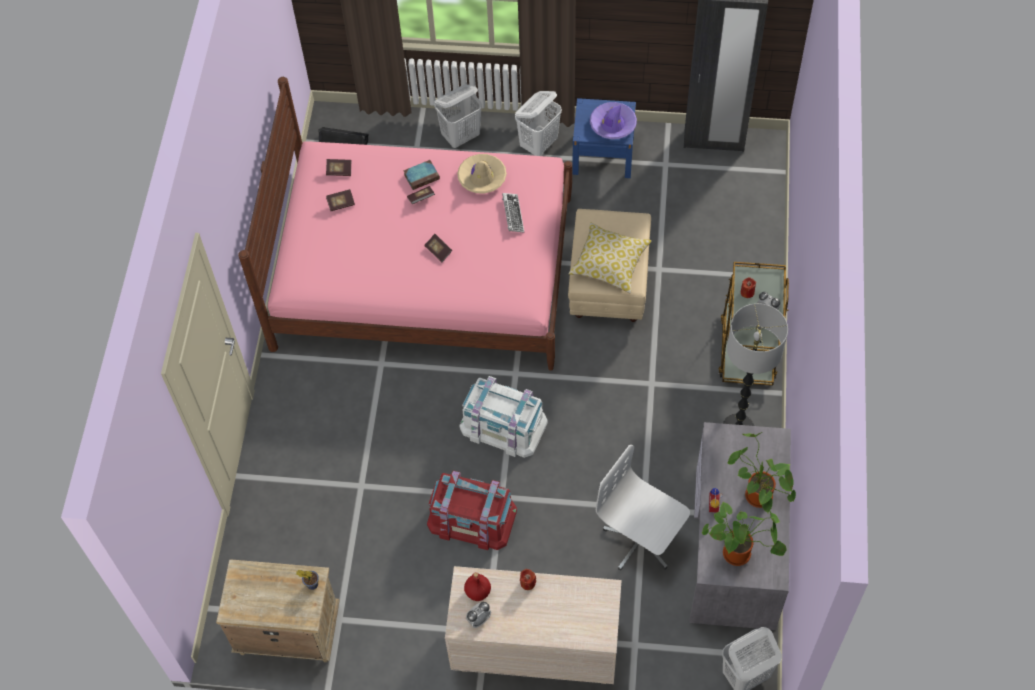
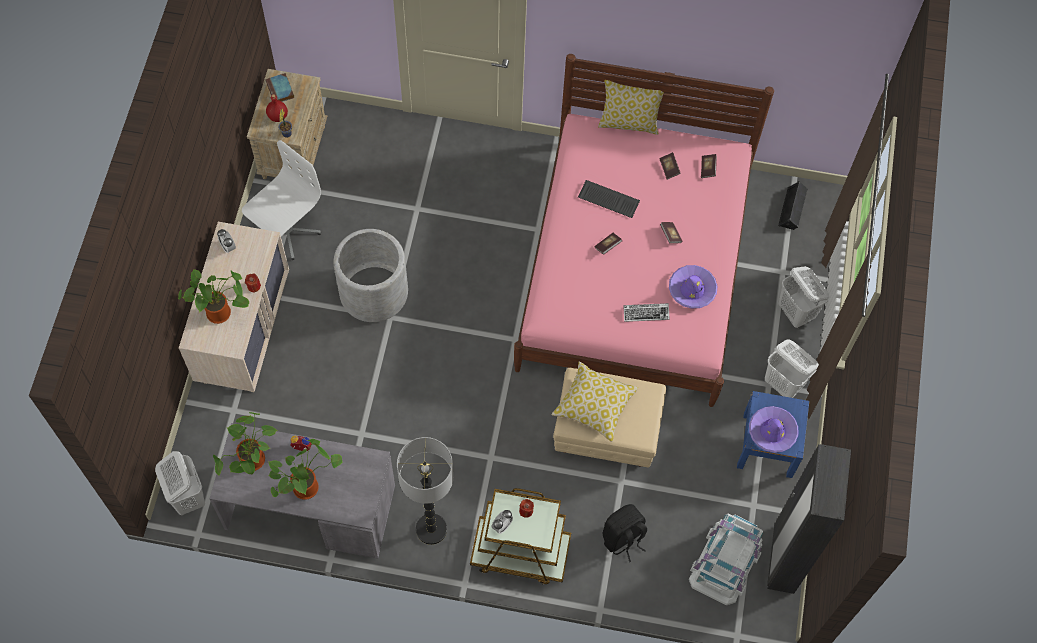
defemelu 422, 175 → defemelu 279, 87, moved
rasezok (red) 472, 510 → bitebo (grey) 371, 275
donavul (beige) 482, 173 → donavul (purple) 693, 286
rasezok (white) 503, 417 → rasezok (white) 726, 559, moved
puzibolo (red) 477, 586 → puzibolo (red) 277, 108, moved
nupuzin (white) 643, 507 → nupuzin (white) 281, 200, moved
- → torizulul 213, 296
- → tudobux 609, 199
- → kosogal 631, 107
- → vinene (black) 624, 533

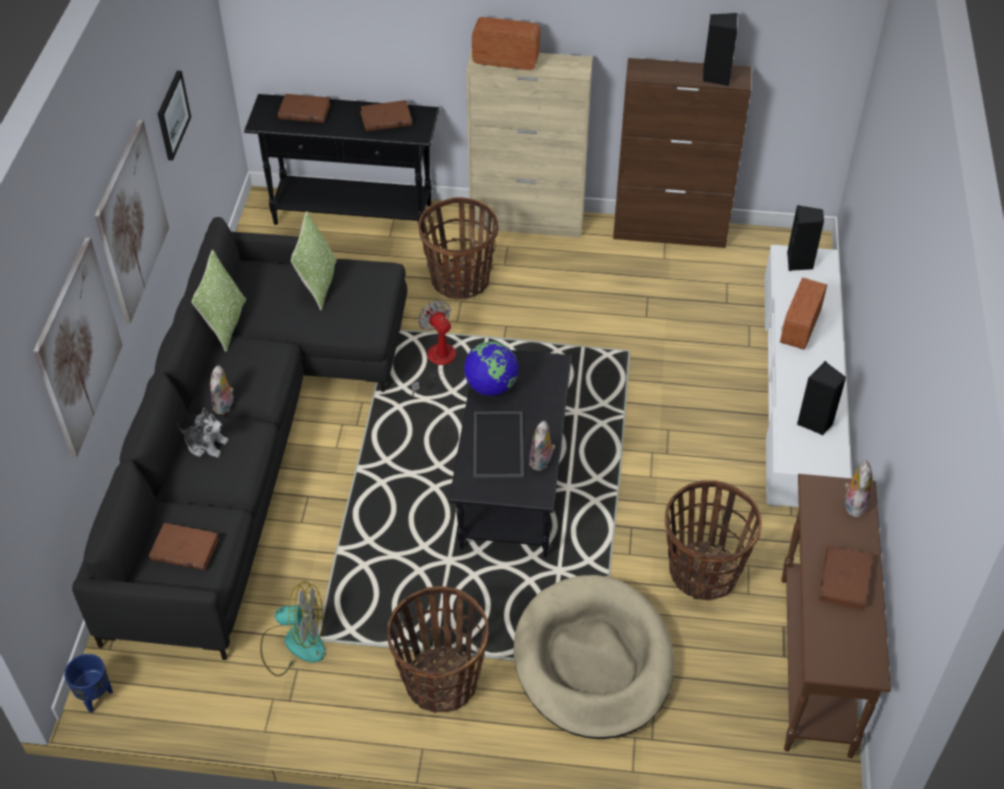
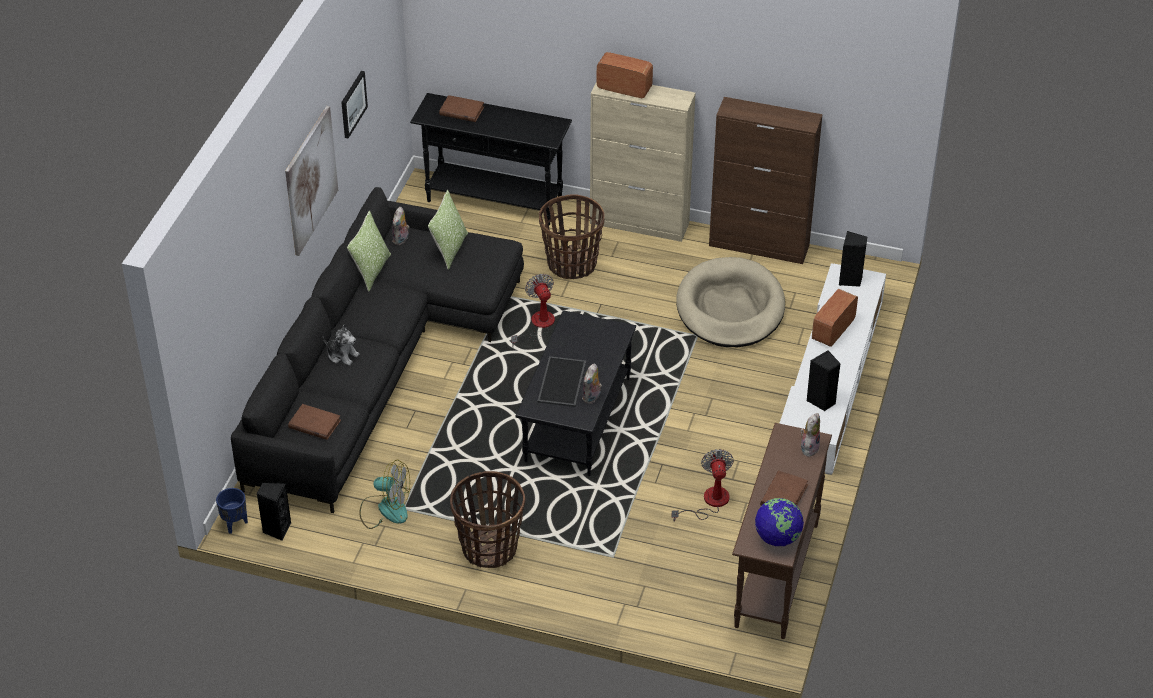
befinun 78, 347 → -
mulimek 222, 390 → mulimek 400, 226, moved
defemelu (brown) 386, 115 → -
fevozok 491, 368 → fevozok 779, 522, moved
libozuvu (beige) 593, 657 → libozuvu (beige) 730, 302, moved
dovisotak 713, 541 → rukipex 702, 485
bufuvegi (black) 720, 49 → bufuvegi (black) 274, 511, moved

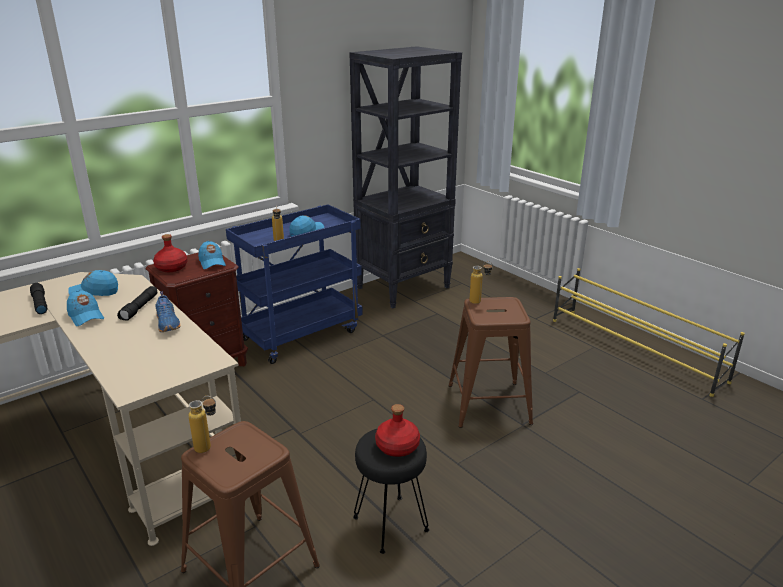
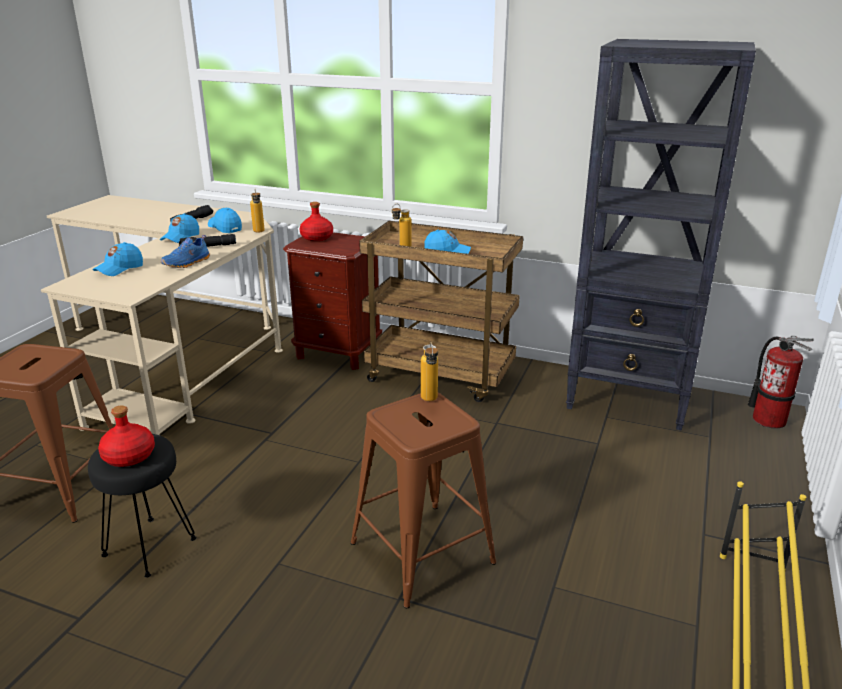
puzibolo 202, 424 → puzibolo 257, 211, moved
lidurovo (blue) 212, 255 → lidurovo (blue) 118, 259, moved
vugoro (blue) 294, 284 → vugoro (brown) 441, 311
- → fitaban 781, 382

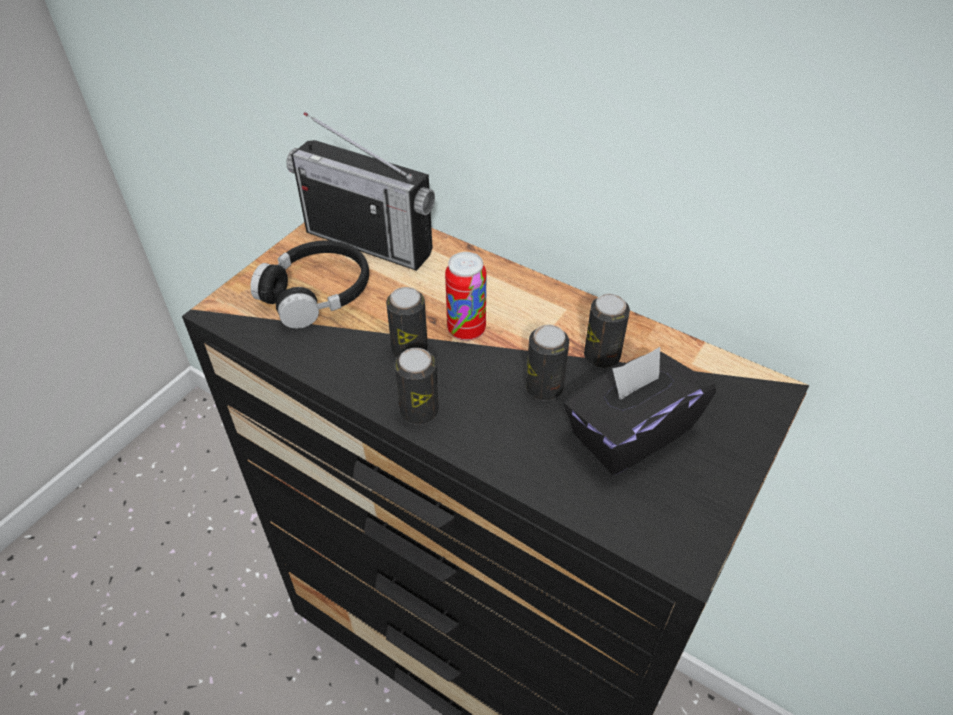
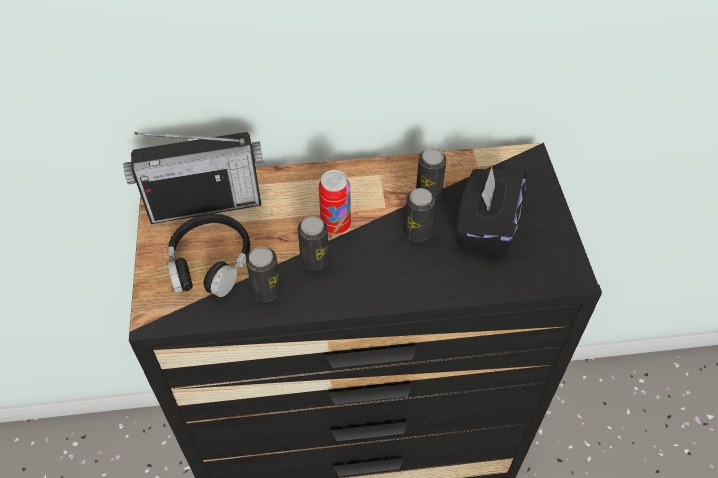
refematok 417, 386 → refematok 263, 274, moved

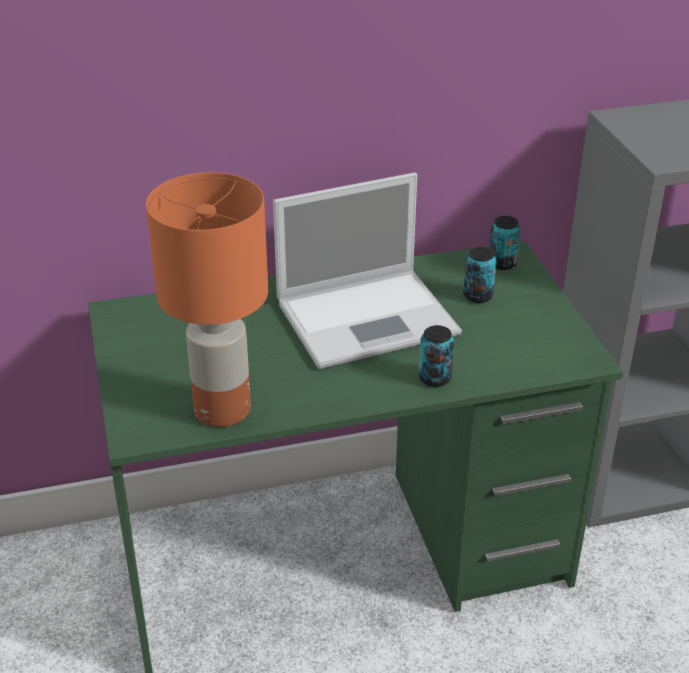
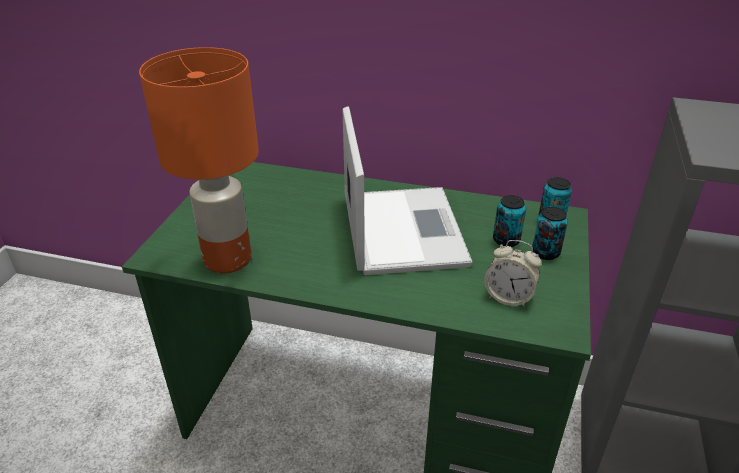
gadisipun 367, 271 → gadisipun 407, 191, 105 degrees counterclockwise
refematok 436, 356 → refematok 550, 233, moved
- → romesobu 513, 274

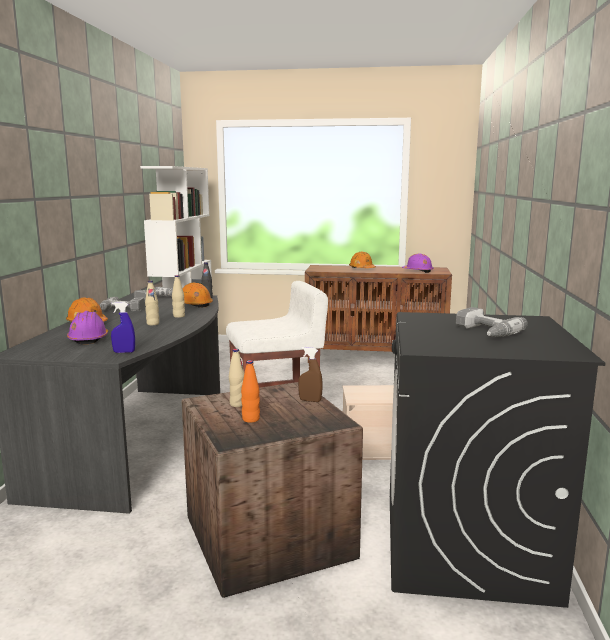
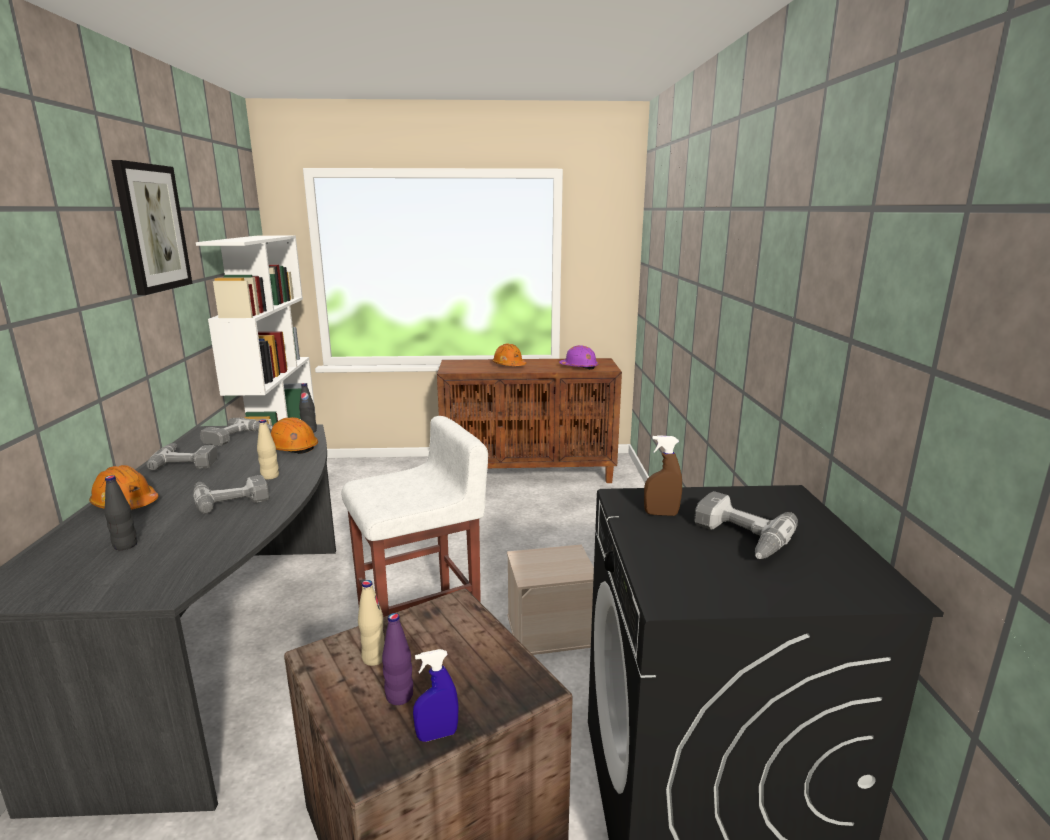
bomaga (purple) 87, 328 → puzibolo (black) 120, 512
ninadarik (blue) 123, 327 → ninadarik (blue) 436, 695, moved
puzibolo (beige) 152, 303 → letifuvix 231, 494
puzibolo (orange) 250, 391 → puzibolo (purple) 397, 659
ninadarik (brown) 310, 374 → ninadarik (brown) 663, 475, moved
- → befinun 152, 227

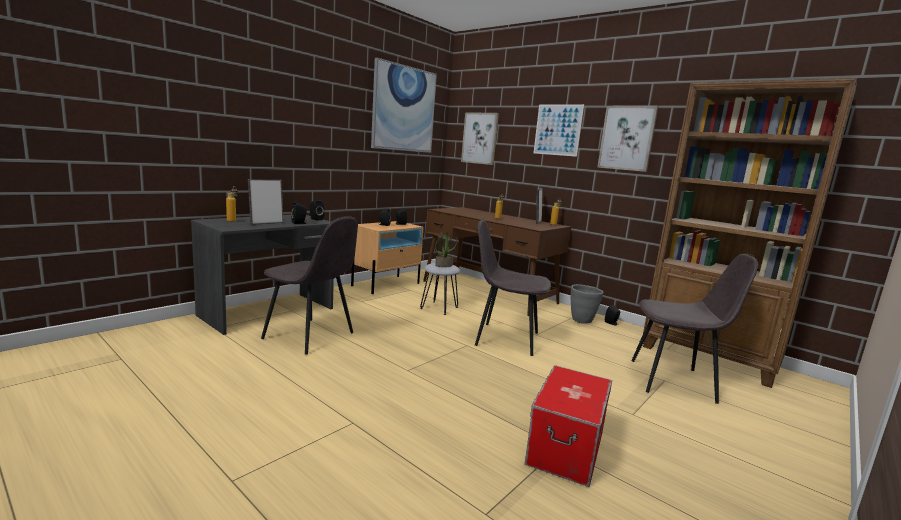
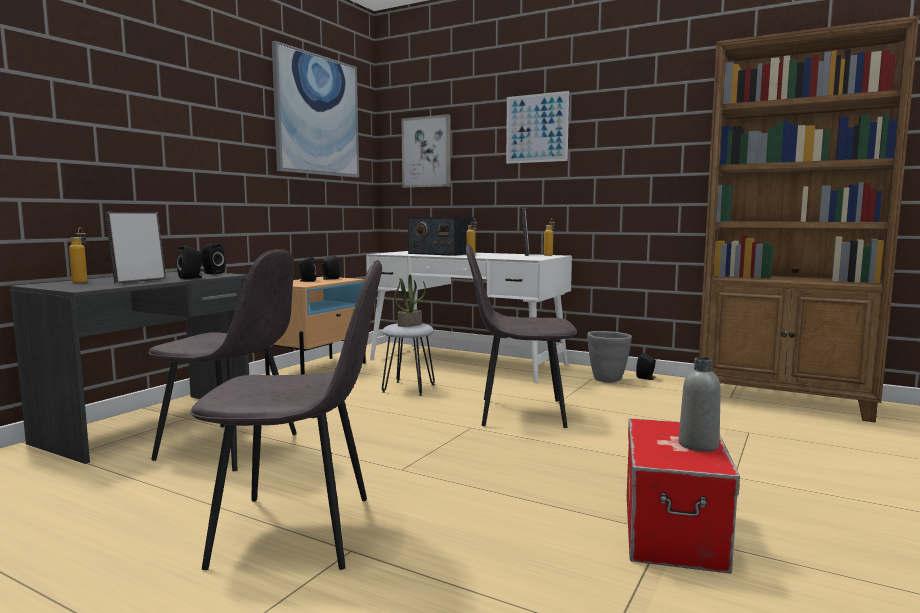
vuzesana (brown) 497, 261 → vuzesana (white) 469, 317
befinun 628, 139 → -
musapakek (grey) 695, 328 → musapakek (grey) 286, 415, moved
- → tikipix 441, 236
- → puzibolo (grey) 700, 404

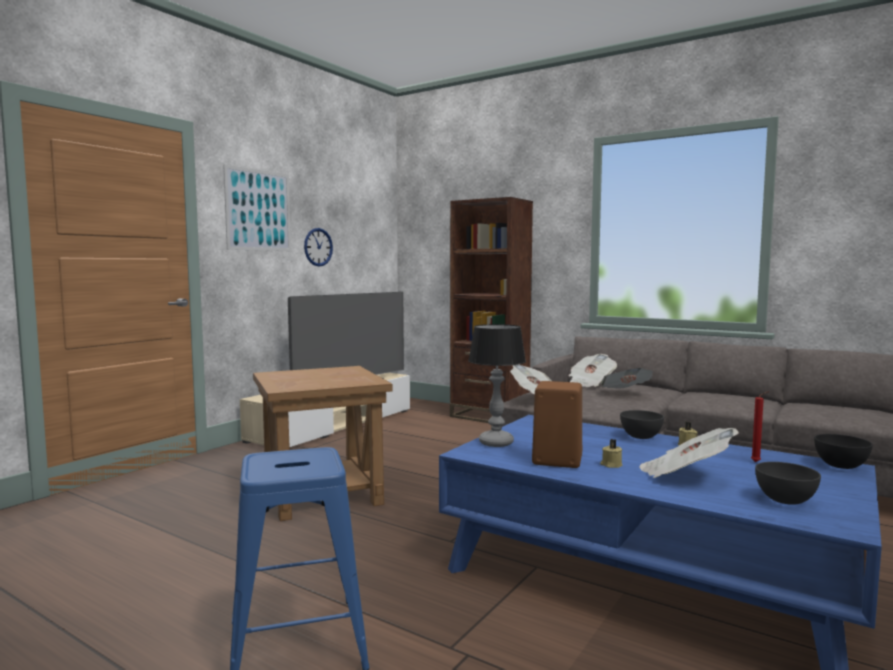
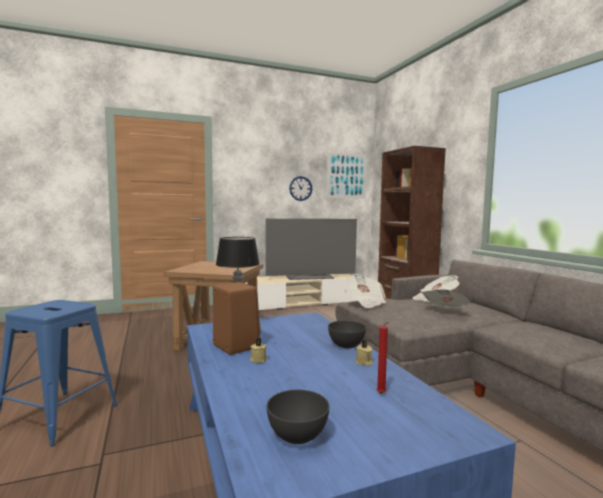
befinun 257, 207 → befinun 347, 175, moved
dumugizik 689, 453 → -
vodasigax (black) 843, 451 → -

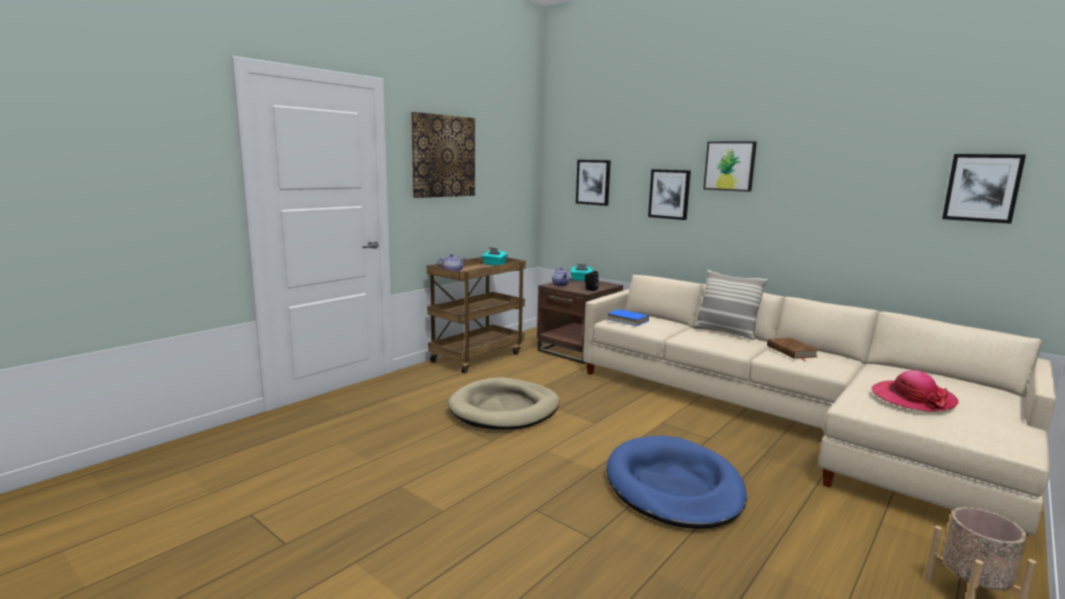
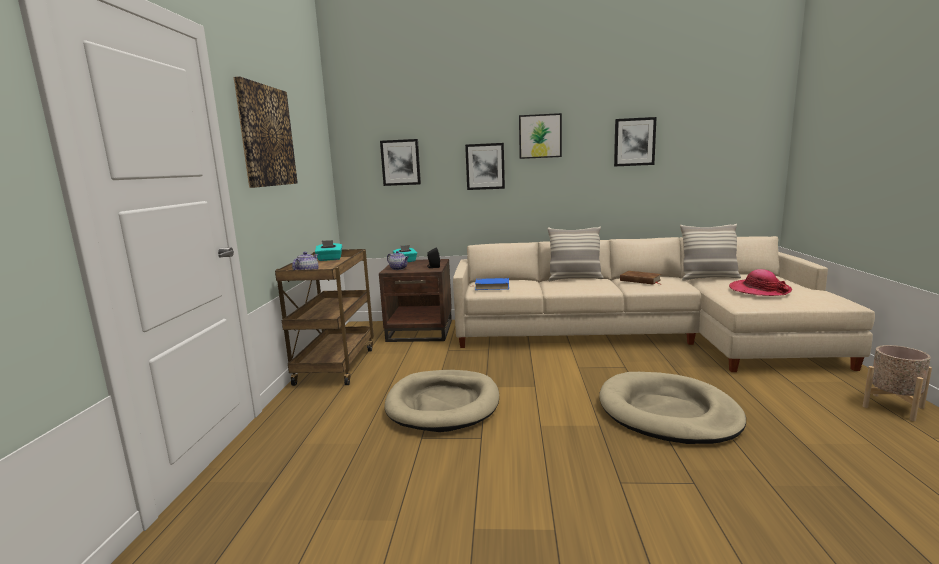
libozuvu (blue) 676, 482 → libozuvu (beige) 672, 408
befinun 984, 189 → befinun 635, 141, moved
- → kosogal 710, 252

